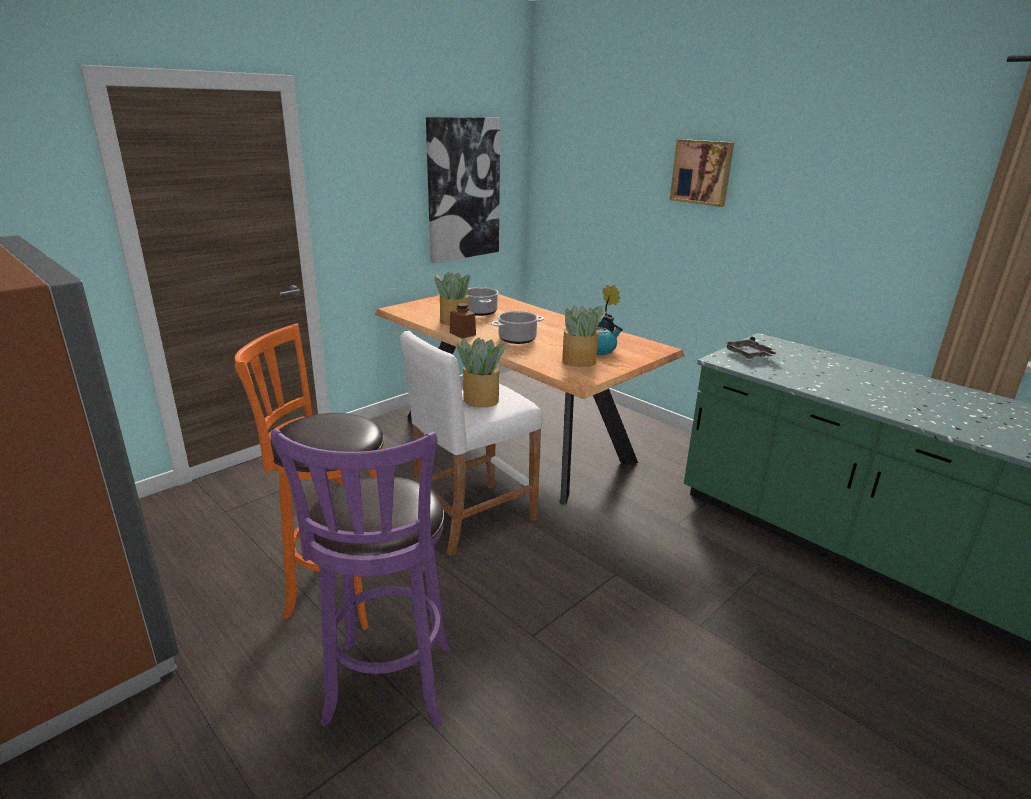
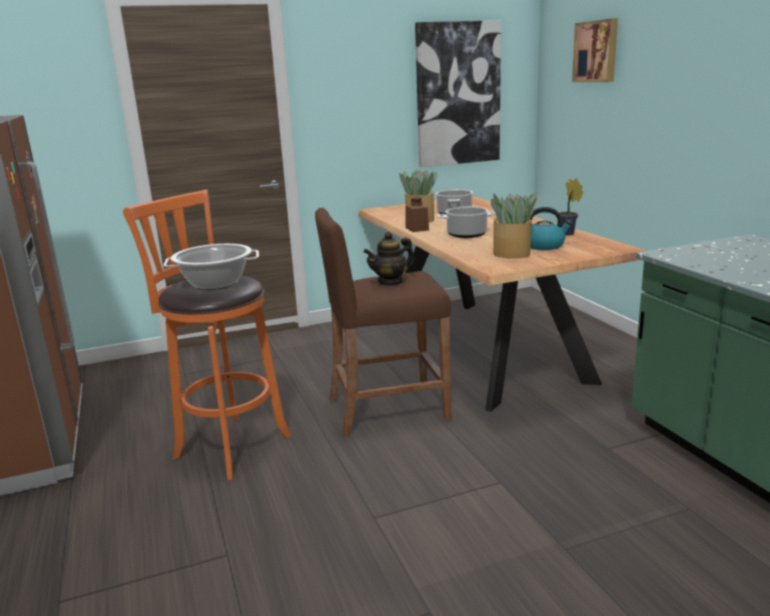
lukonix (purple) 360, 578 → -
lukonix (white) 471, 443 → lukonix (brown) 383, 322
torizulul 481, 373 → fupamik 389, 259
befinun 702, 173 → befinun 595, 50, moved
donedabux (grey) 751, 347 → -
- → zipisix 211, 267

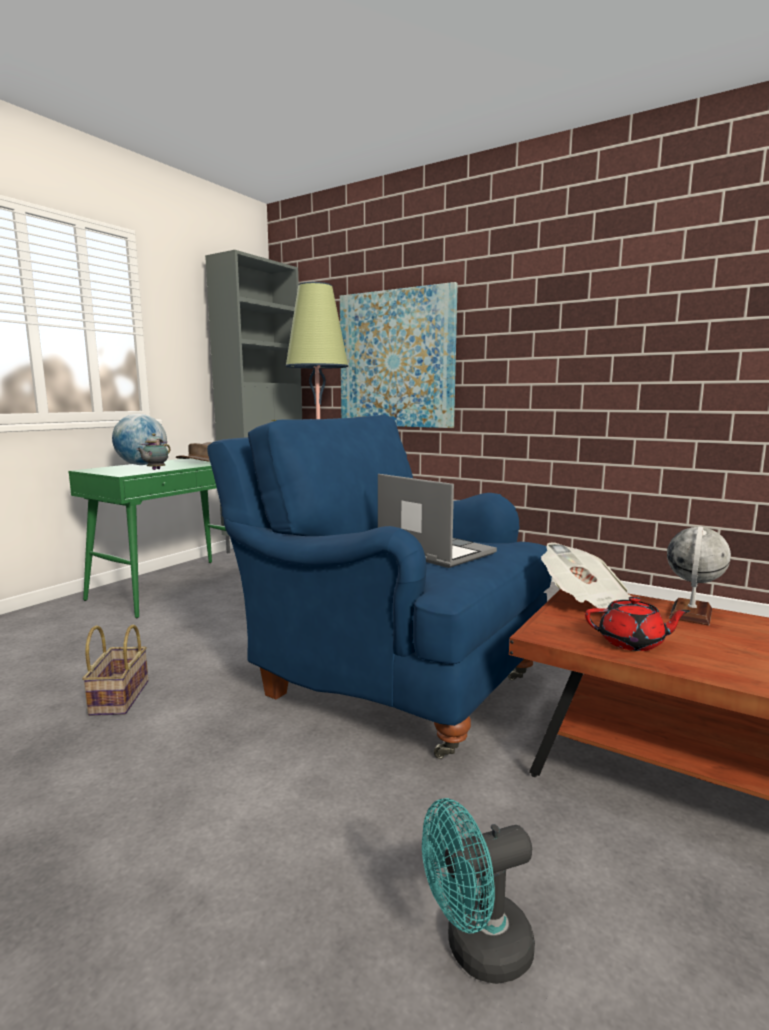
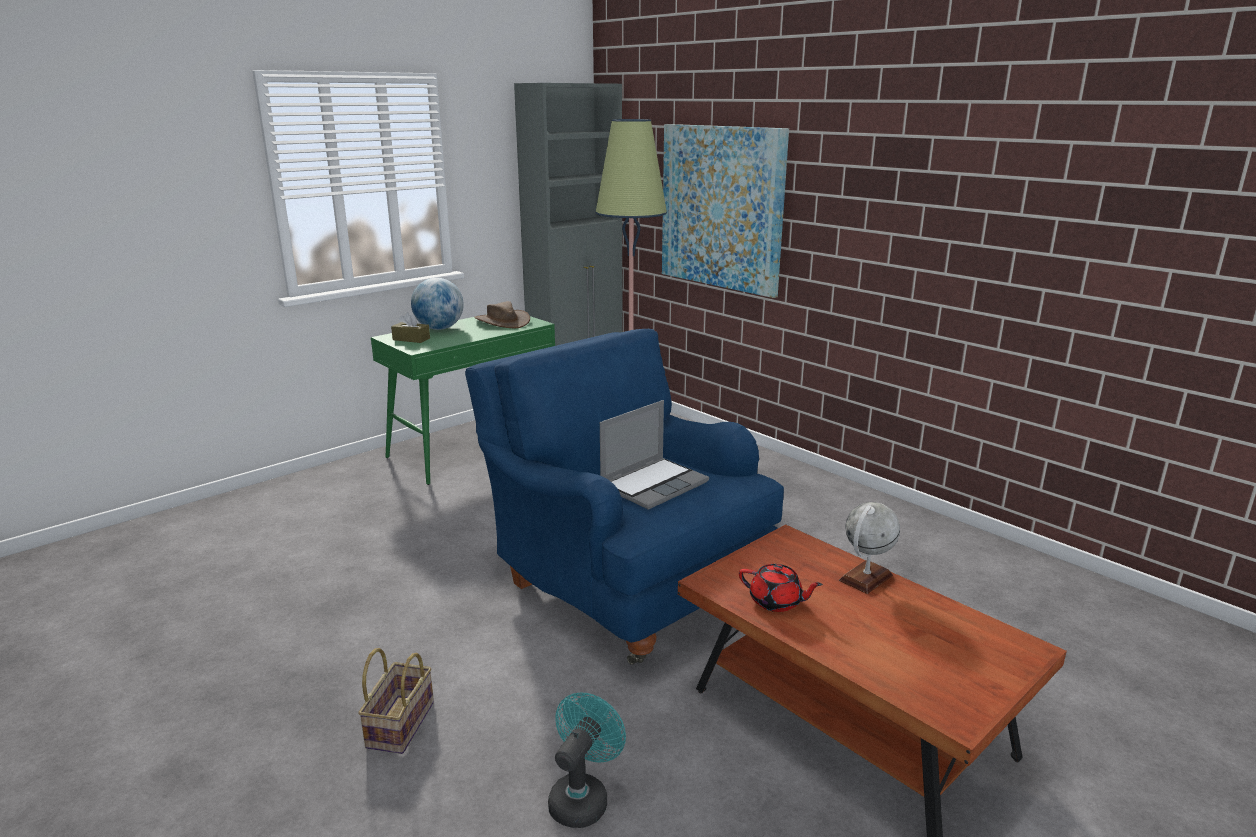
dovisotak 115, 670 → dovisotak 396, 701, moved
fupamik 153, 451 → -
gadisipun 437, 521 → gadisipun 654, 455, 75 degrees clockwise
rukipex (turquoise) 478, 891 → rukipex (turquoise) 587, 760, 120 degrees clockwise
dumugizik 586, 575 → -
- → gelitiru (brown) 410, 327

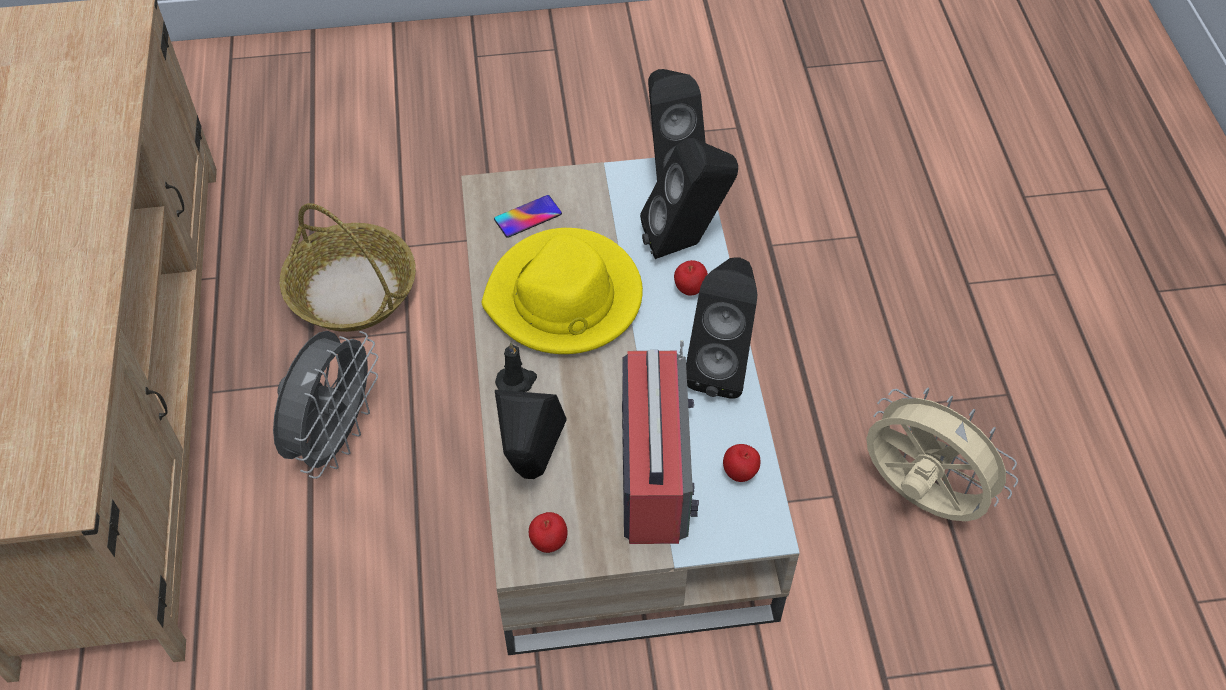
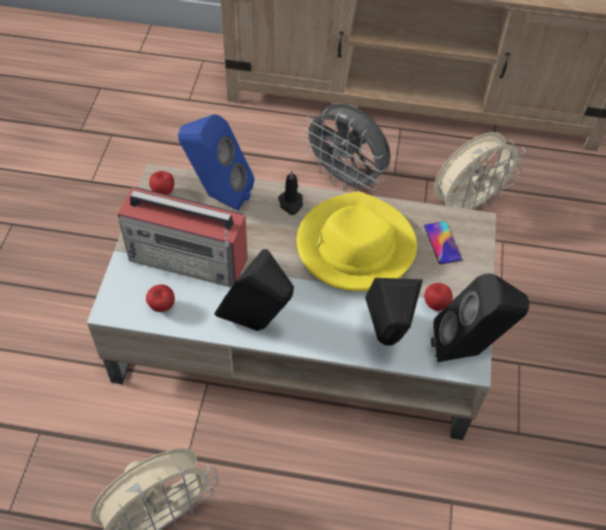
dovisotak 348, 267 → rukipex (beige) 480, 171
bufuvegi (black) 531, 434 → bufuvegi (blue) 216, 162
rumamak 691, 278 → rumamak 438, 297, moved

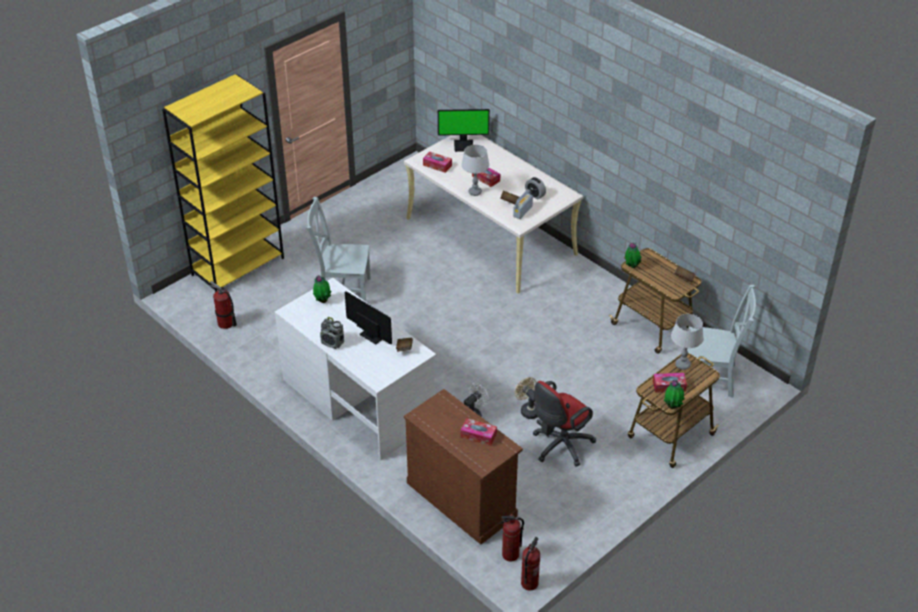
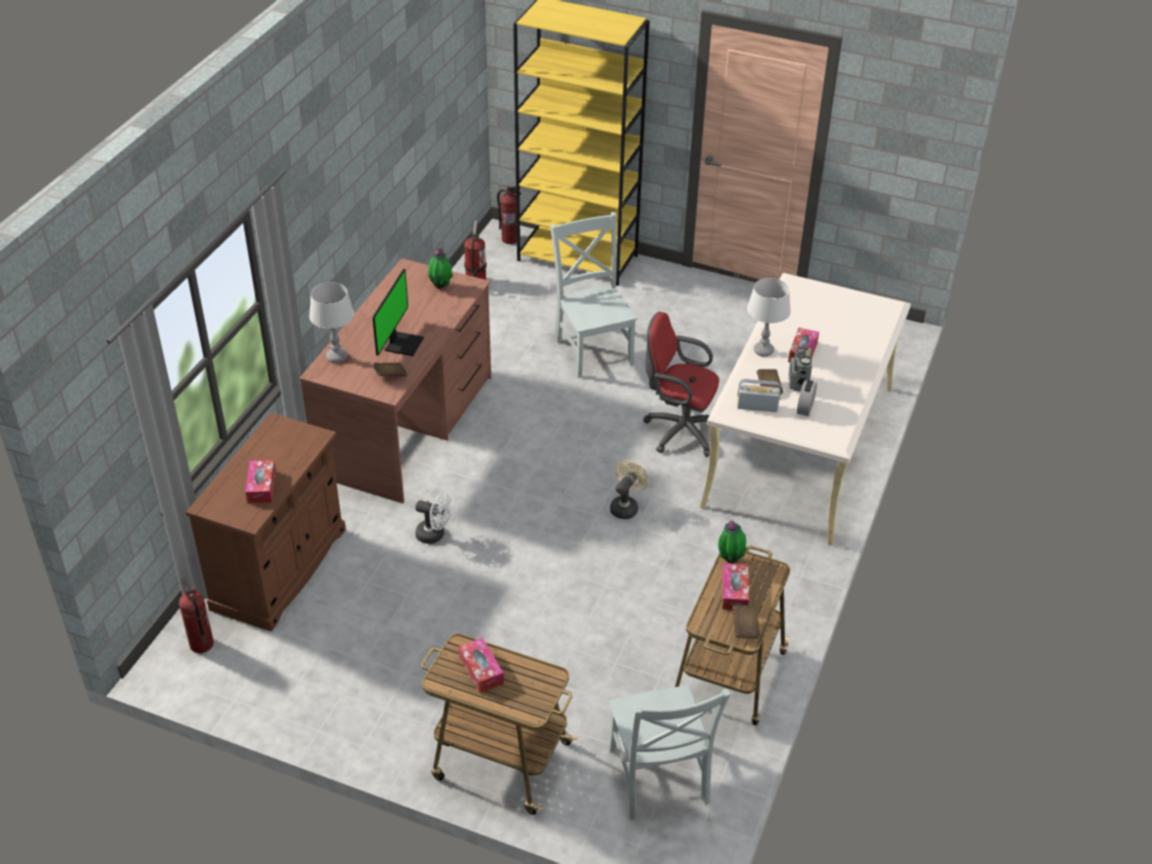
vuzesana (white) 355, 369 → vuzesana (brown) 395, 380
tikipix 332, 333 → tikipix 800, 369, moved
gelitiru 437, 162 → gelitiru 735, 586, moved
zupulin 464, 130 → -
rukipex (beige) 526, 398 → rukipex (beige) 629, 489, moved
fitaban 530, 564 → fitaban 509, 215, moved
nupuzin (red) 564, 424 → nupuzin (red) 681, 384, moved
torizulul 674, 394 → -
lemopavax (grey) 687, 342 → lemopavax (grey) 331, 322, moved

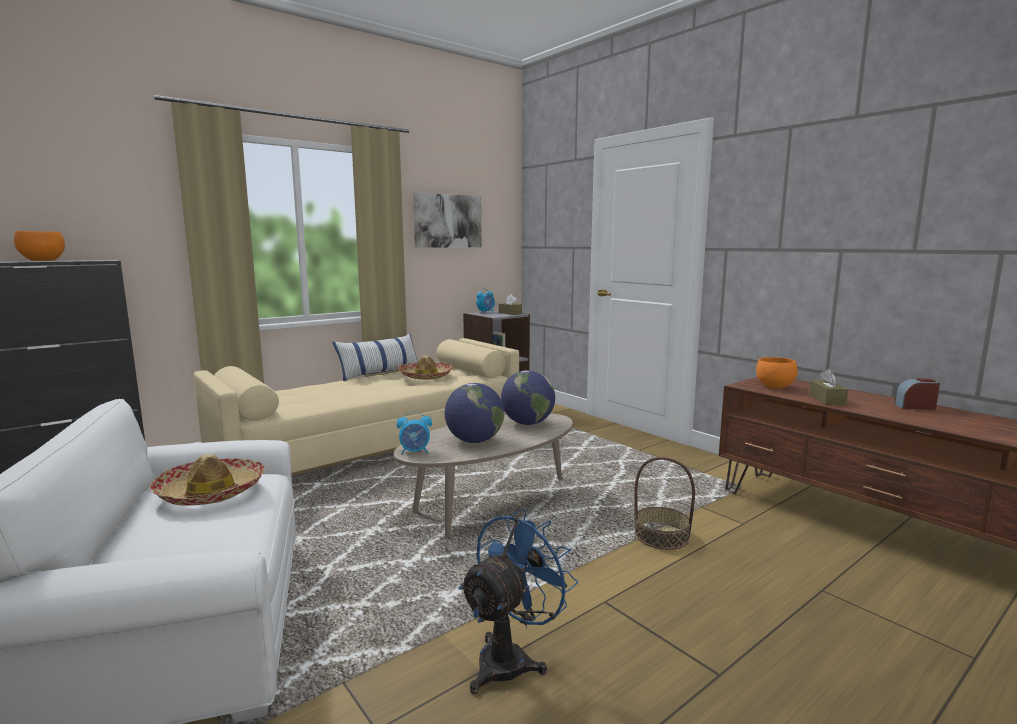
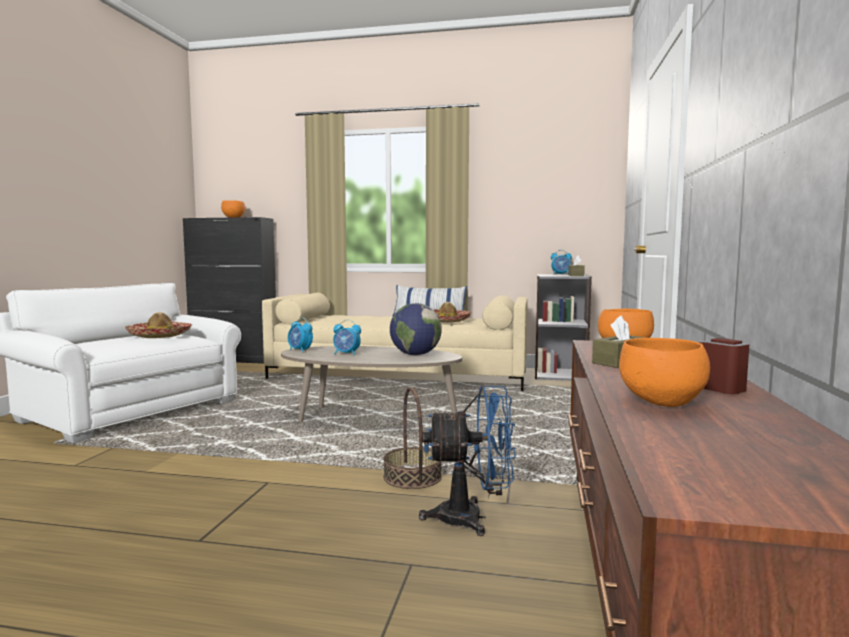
befinun 447, 220 → -
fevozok 474, 413 → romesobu 347, 337
rukipex (blue) 518, 601 → rukipex (blue) 467, 461, moved
- → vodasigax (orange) 664, 372

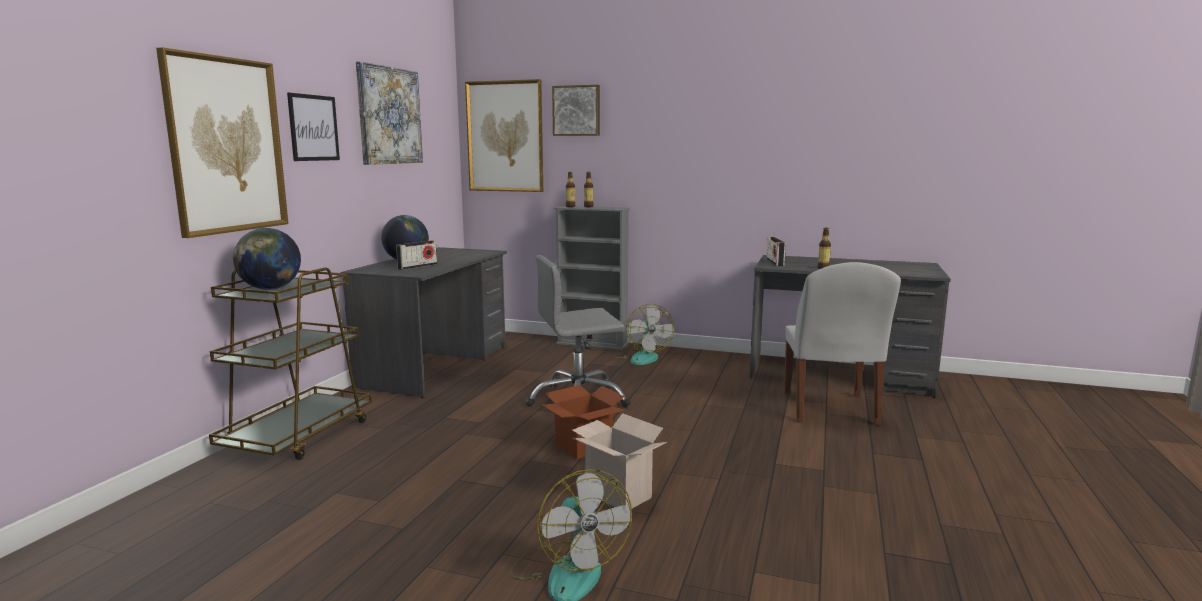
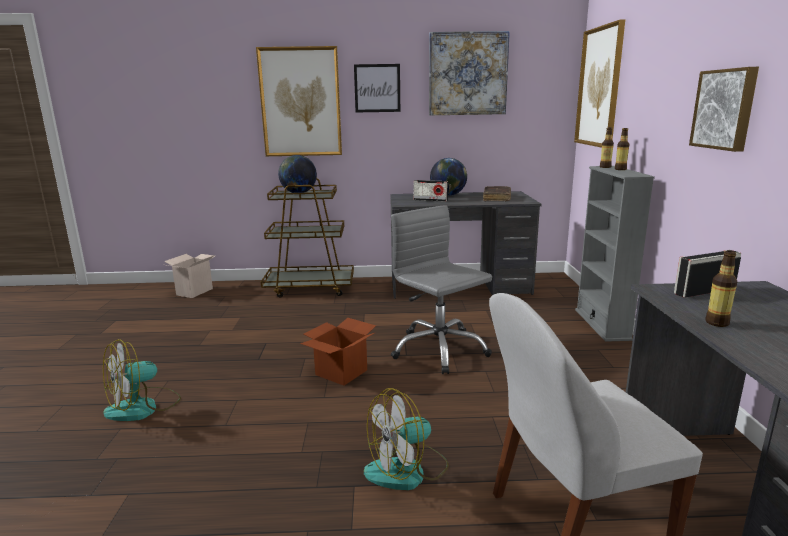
befinun 576, 110 → befinun 724, 109, moved
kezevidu 619, 460 → kezevidu 189, 276, moved
rukipex 643, 334 → rukipex 406, 439, moved
- → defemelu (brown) 497, 193

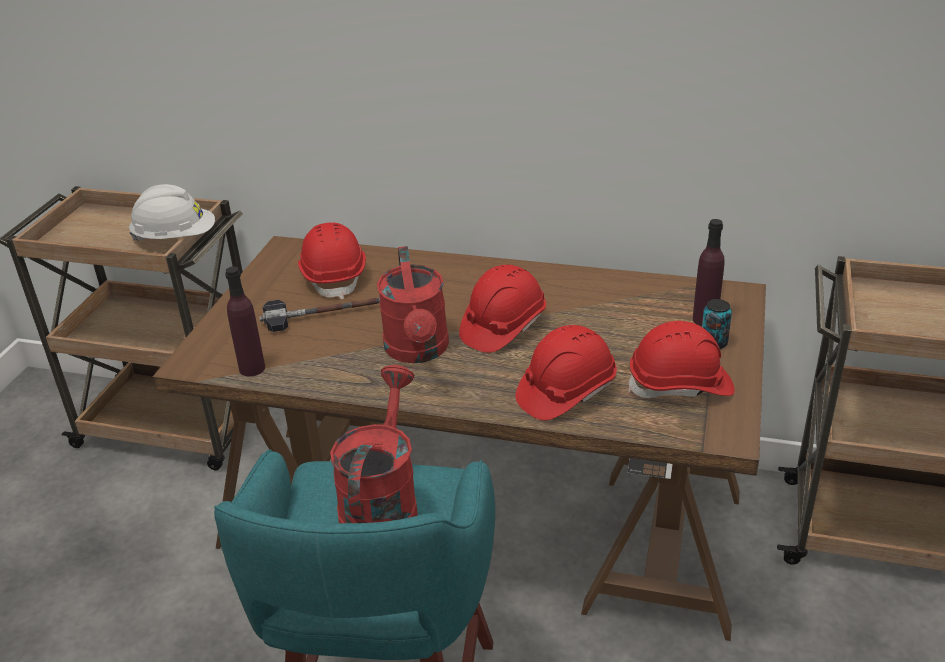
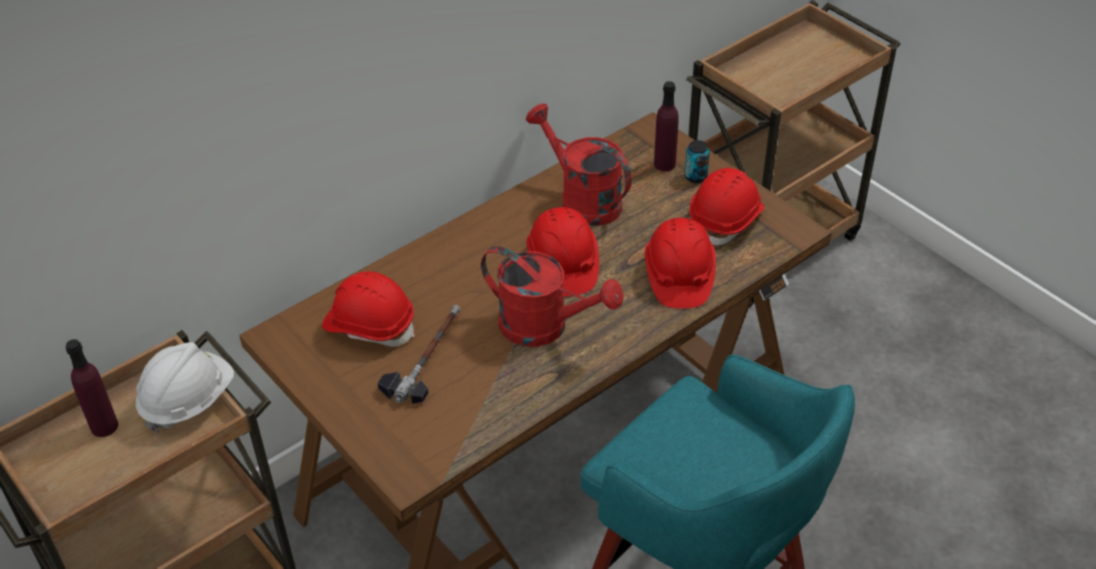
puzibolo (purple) 245, 321 → puzibolo (purple) 92, 388, moved
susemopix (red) 374, 444 → susemopix (red) 579, 164, moved

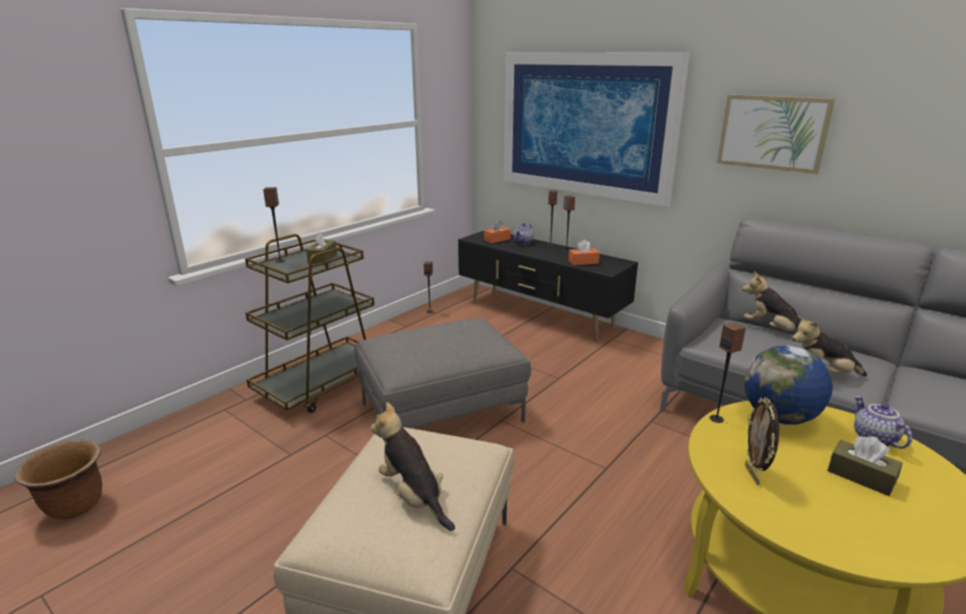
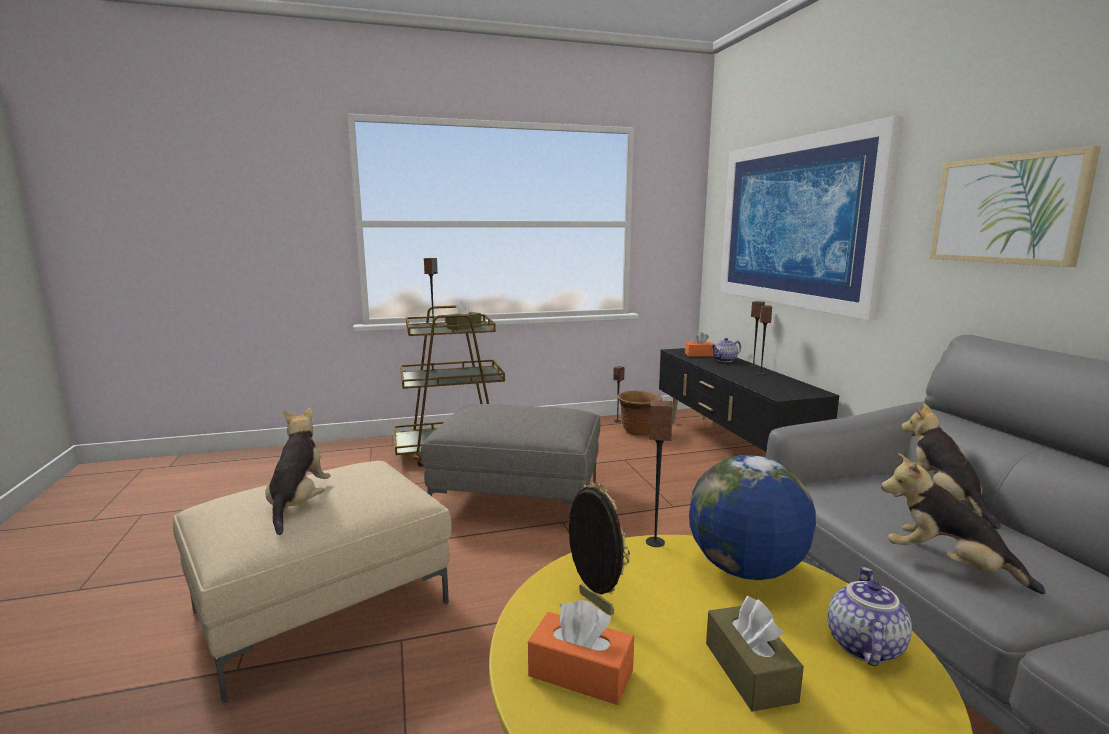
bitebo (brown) 58, 479 → bitebo (brown) 639, 413, moved
gelitiru (orange) 584, 252 → gelitiru (orange) 581, 652, moved
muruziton 762, 441 → muruziton 599, 548, 105 degrees clockwise

